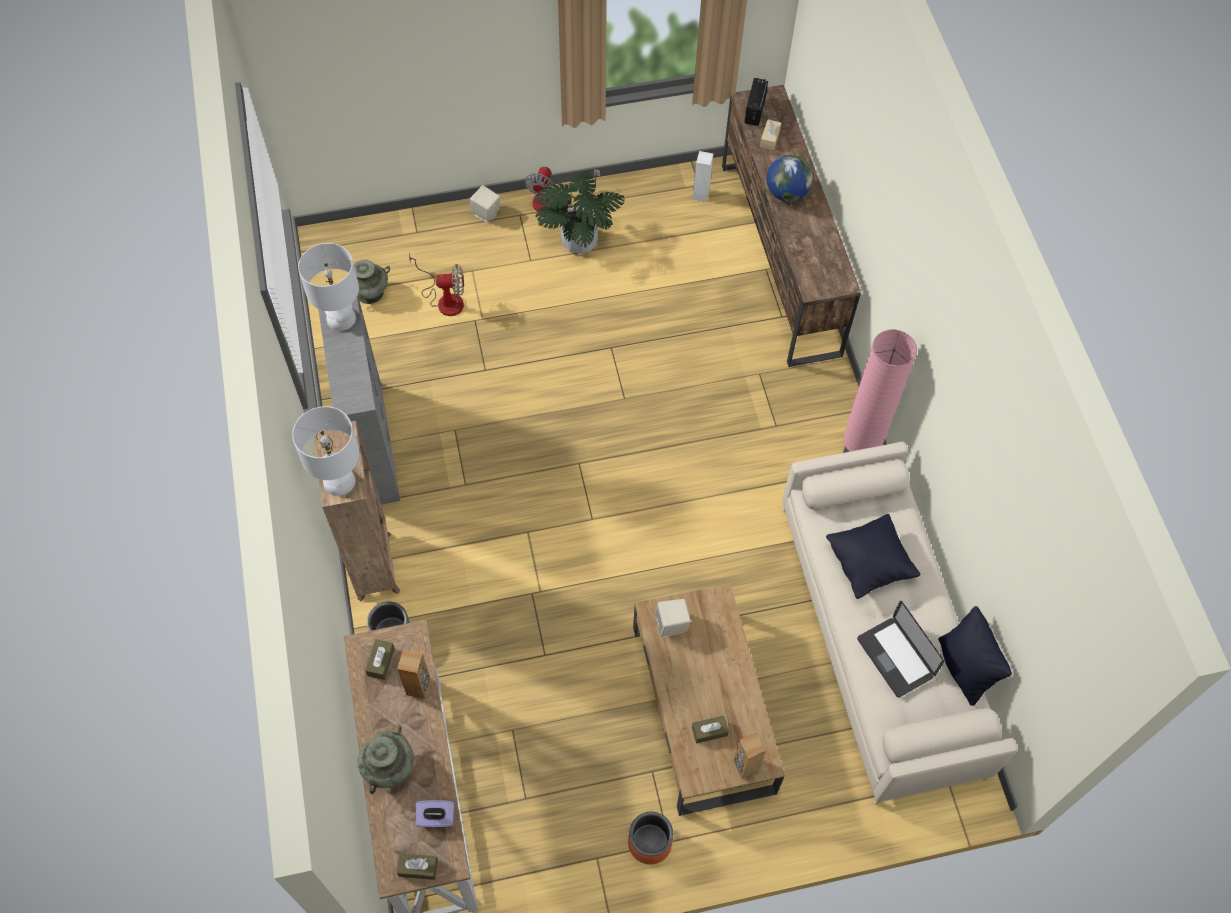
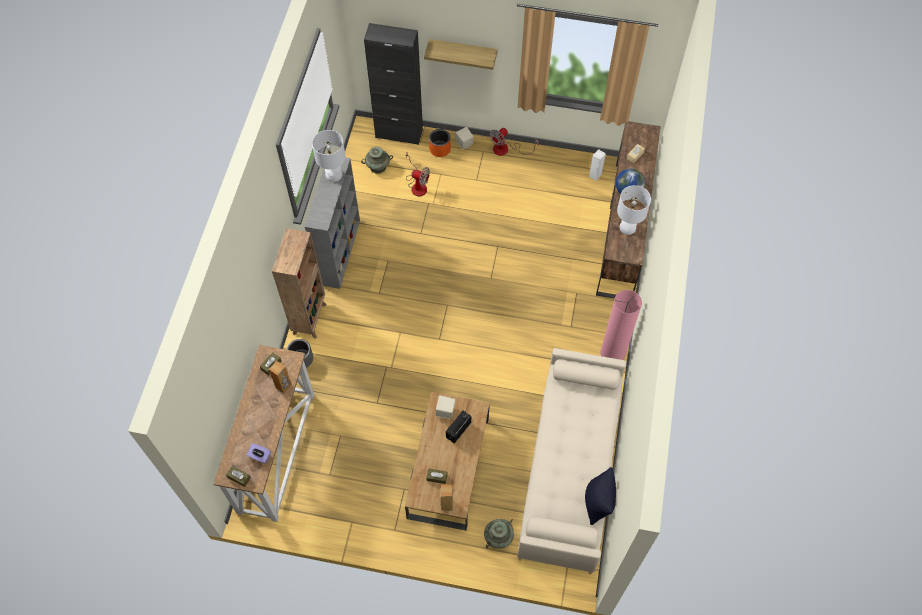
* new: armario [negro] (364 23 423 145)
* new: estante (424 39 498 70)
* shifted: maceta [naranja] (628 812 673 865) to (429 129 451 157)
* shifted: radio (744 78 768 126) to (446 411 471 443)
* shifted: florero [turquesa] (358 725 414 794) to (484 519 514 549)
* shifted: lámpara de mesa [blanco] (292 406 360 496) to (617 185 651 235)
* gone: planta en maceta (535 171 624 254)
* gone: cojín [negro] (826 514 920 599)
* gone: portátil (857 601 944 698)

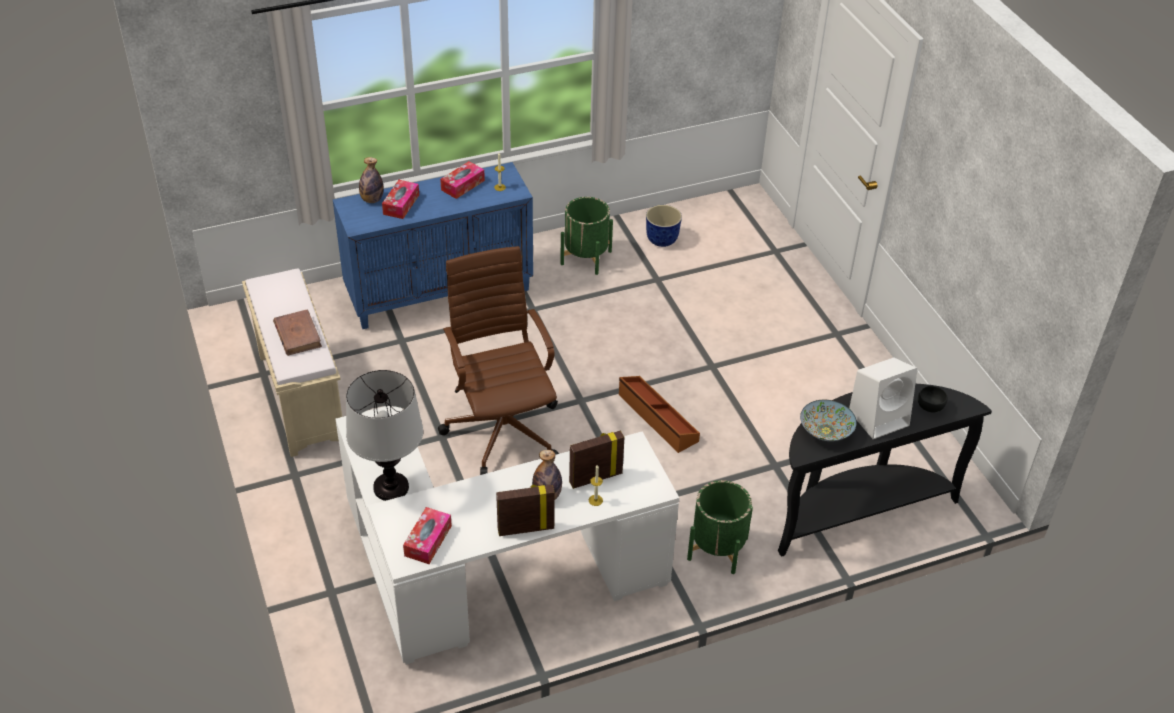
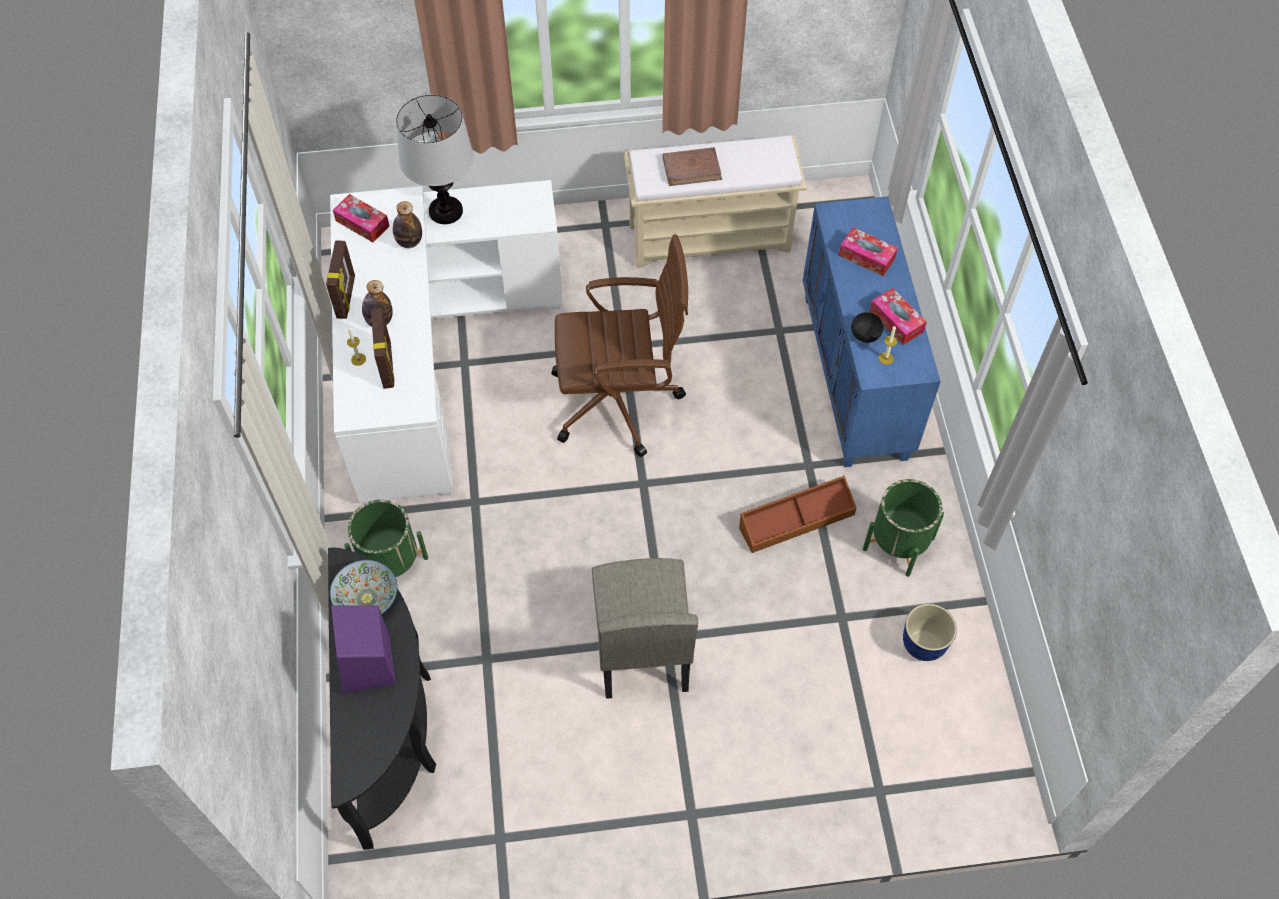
* repainted: altavoz [blanco] (849 357 917 439) to altavoz [morado] (331 606 396 695)
* shifted: botella (359 157 384 203) to (393 201 422 248)
* new: silla [beis] (592 558 698 699)
* shifted: caja de almacenaje [marrón] (619 376 700 453) to (739 475 856 553)
* shifted: cuenco [negro] (918 386 948 412) to (851 312 883 343)

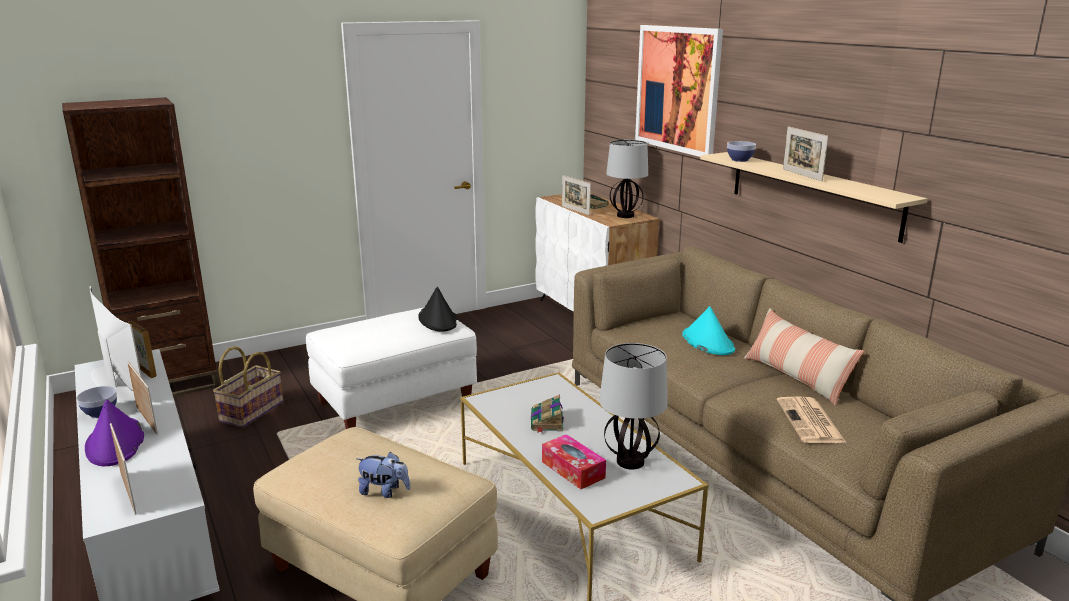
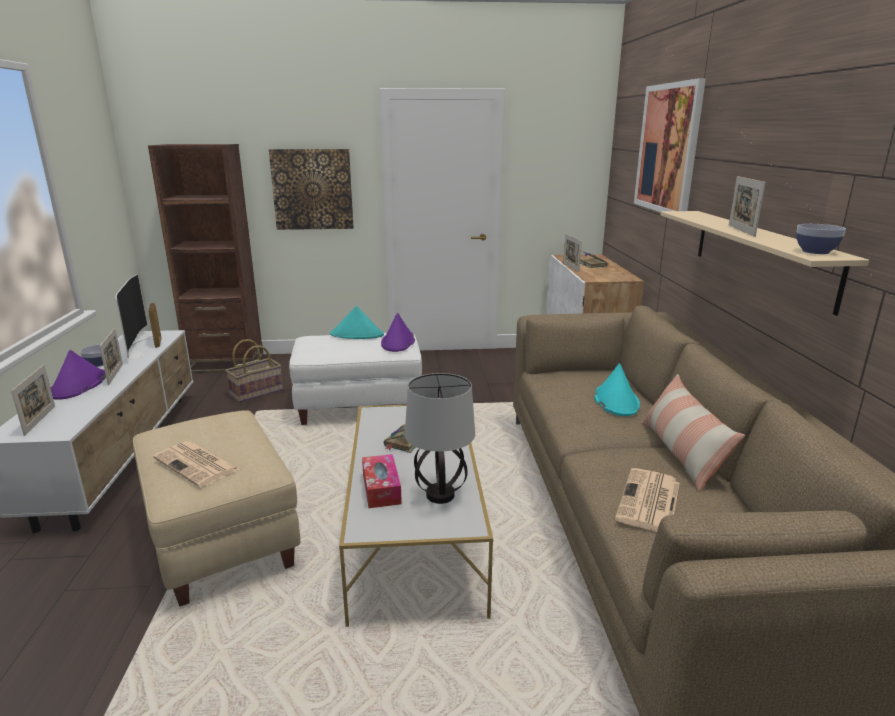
* swapped: peluche (356 452 410 498) to periódico (153 441 240 487)
* new: cuadro (269 149 354 230)
* new: sombrero [turquesa] (330 306 384 339)
* repainted: sombrero [negro] (418 287 457 332) to sombrero [morado] (381 313 415 352)
* shifted: cuenco (727 141 756 162) to (796 224 846 254)
* gone: lámpara de mesa (606 140 648 218)

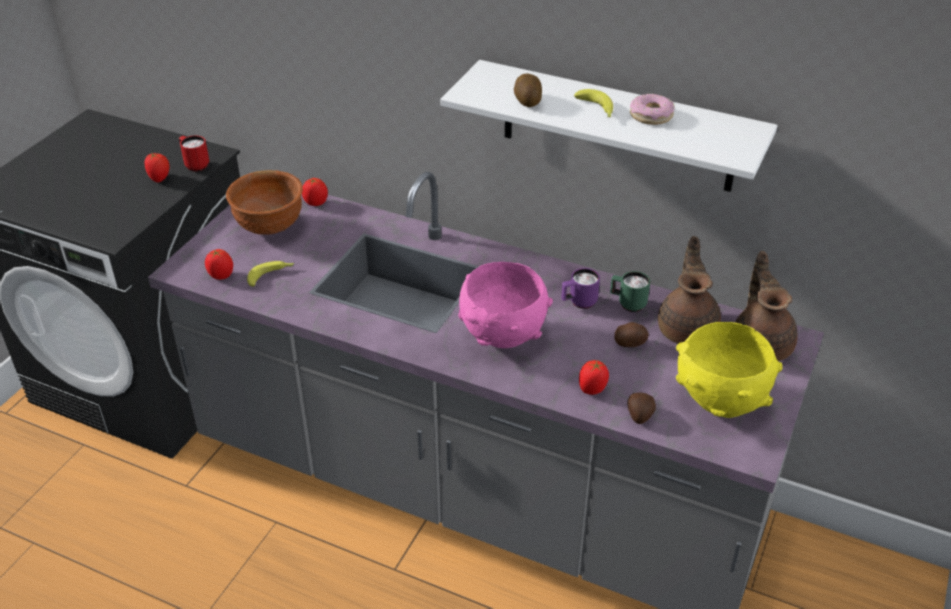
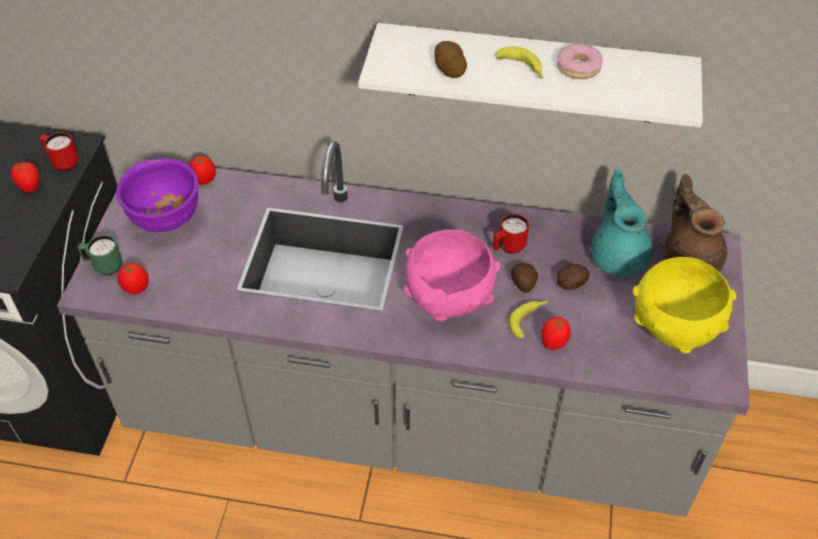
* shifted: taza grande [verde] (610 271 650 312) to (78 235 122 275)
* repainted: cuenco [marrón] (226 170 303 235) to cuenco [morado] (116 158 198 233)
* repainted: taza grande [morado] (561 268 600 309) to taza grande [rojo] (493 214 529 254)
* shifted: plátano (247 261 294 287) to (509 300 548 338)
* shifted: patata (627 393 656 424) to (511 263 538 293)
* repainted: tetera [marrón] (658 236 721 344) to tetera [turquesa] (591 169 653 277)

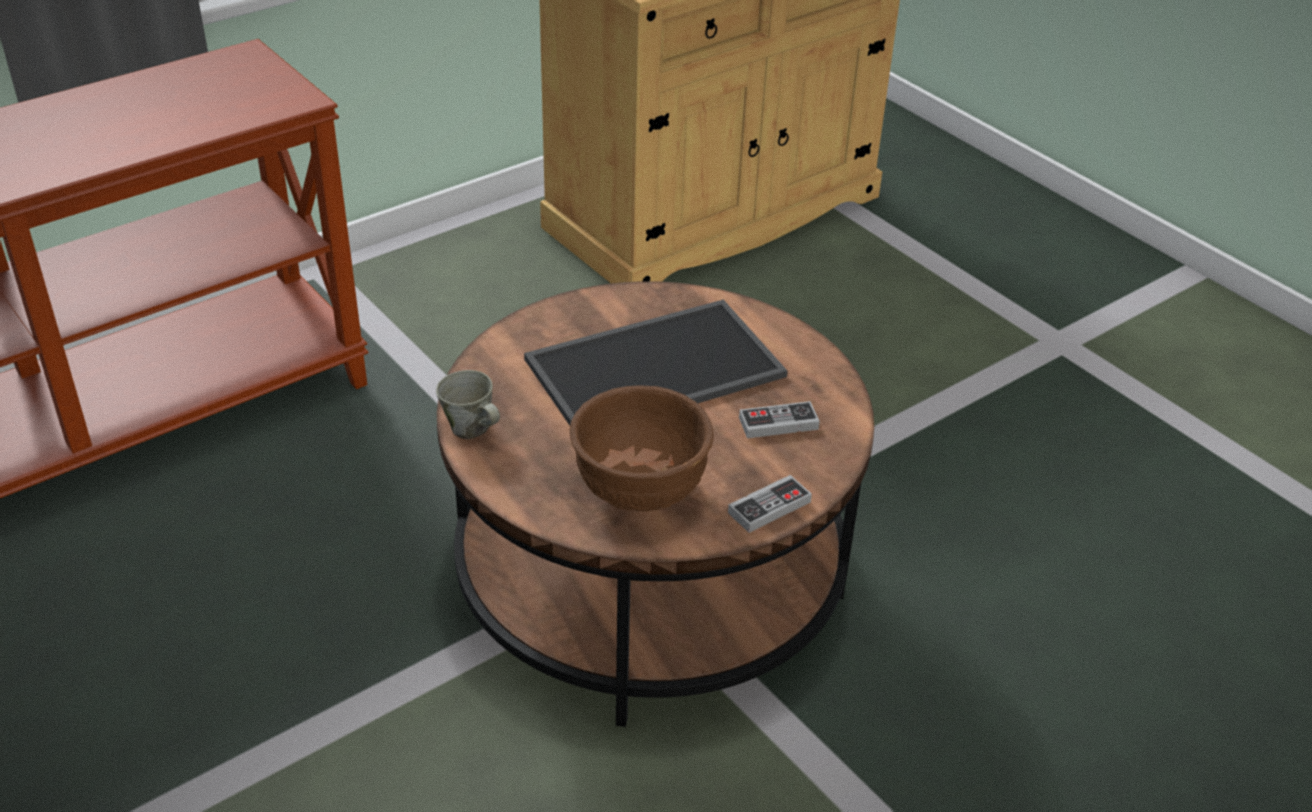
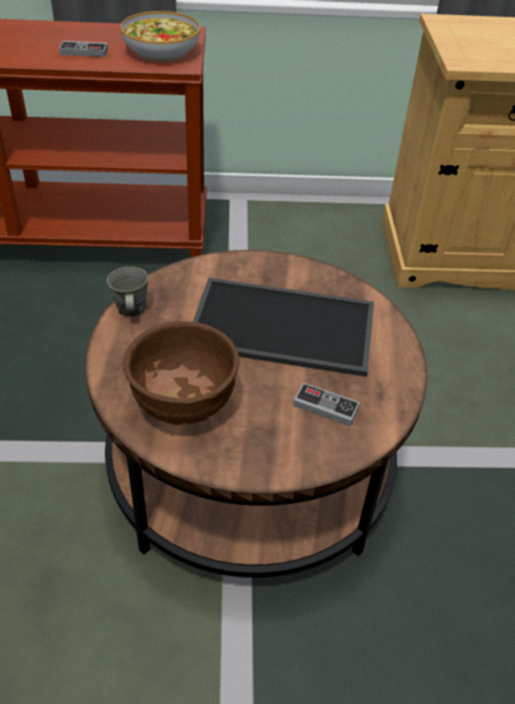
* shifted: mando de consola (728 475 812 533) to (59 41 108 57)
* new: cuenco (120 11 200 62)

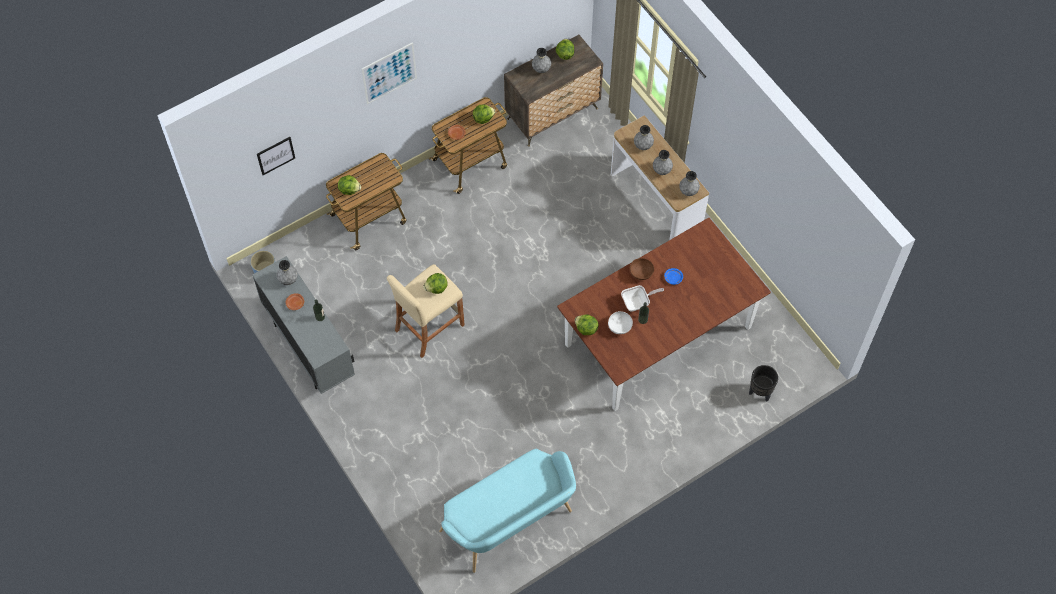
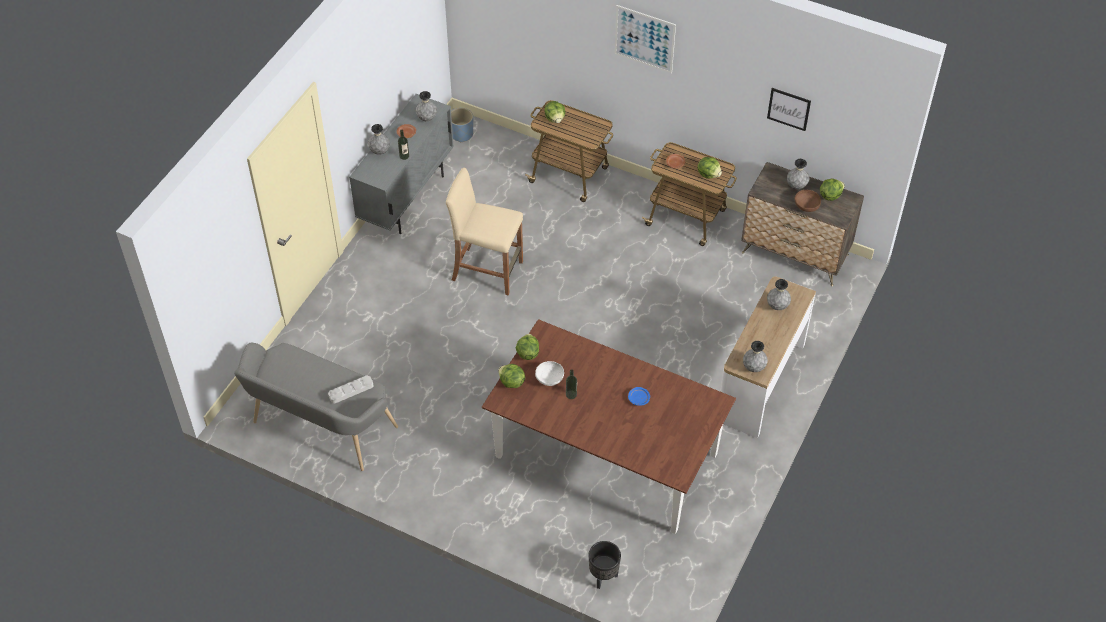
* repainted: banco [turquesa] (439 449 576 573) to banco [gris] (234 343 398 471)
* new: bandeja [gris] (328 375 373 403)
* shifted: florero [gris] (653 150 673 175) to (368 124 390 155)
* shifted: lechuga (423 273 448 294) to (498 364 525 388)
* shifted: cuadro (257 137 295 175) to (767 88 811 131)
* shifted: cuenco [marrón] (629 258 654 280) to (795 190 821 212)
* gone: sartén (621 285 664 312)

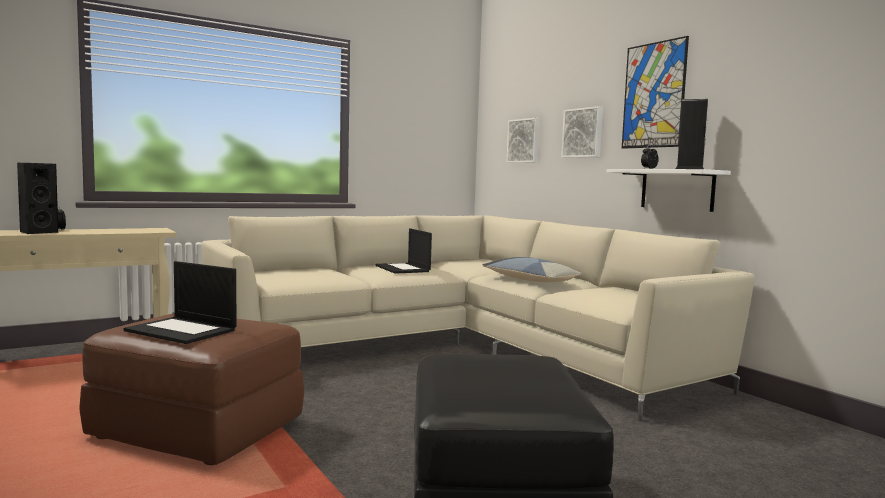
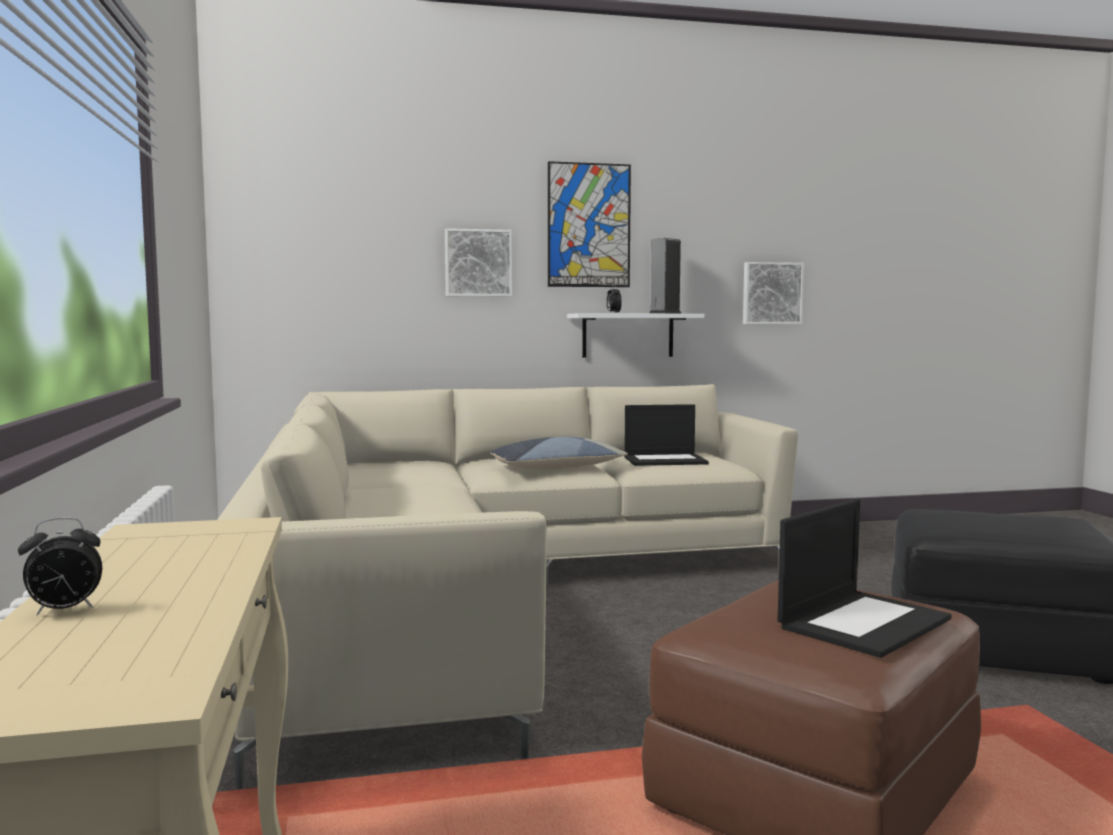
* shifted: portátil (375 228 432 274) to (624 404 709 466)
* shifted: cuadro (507 118 540 163) to (743 262 804 324)
* gone: altavoz [negro] (17 163 58 234)

